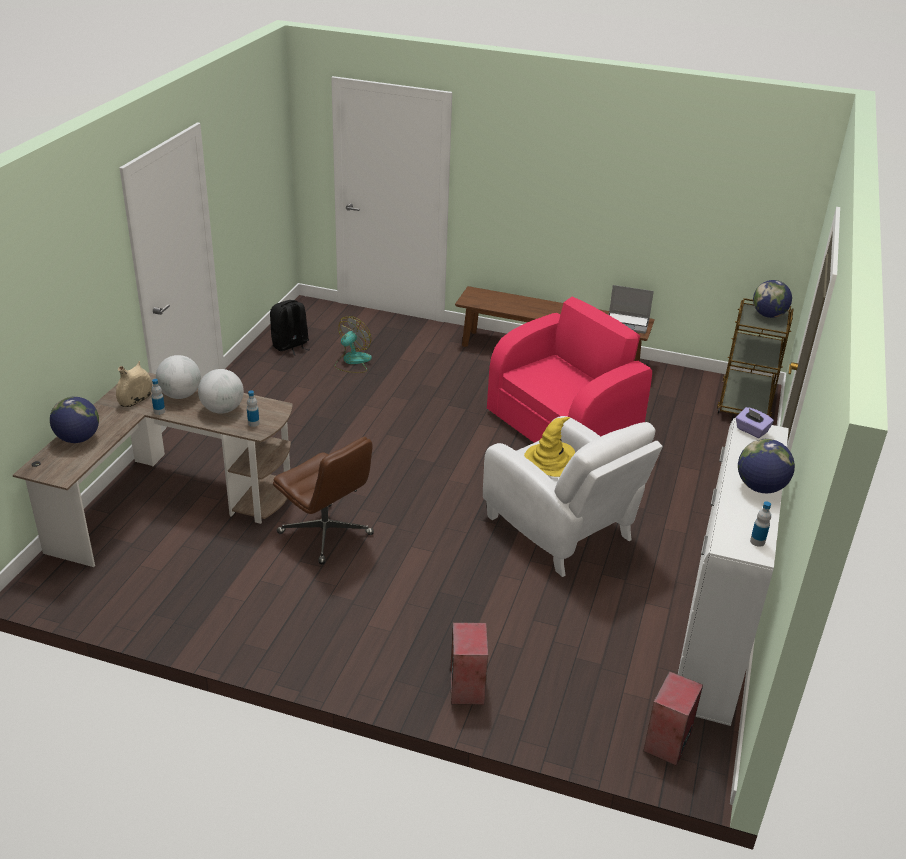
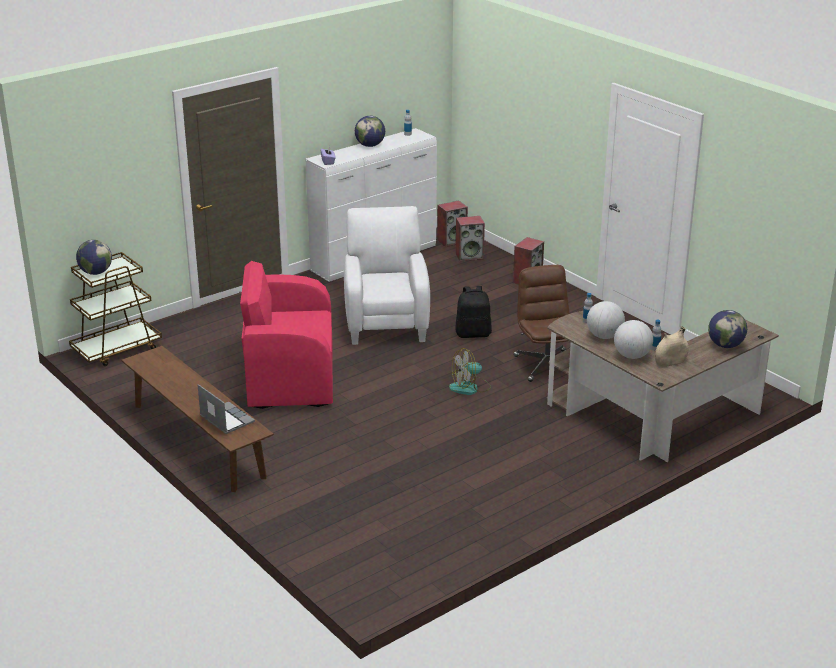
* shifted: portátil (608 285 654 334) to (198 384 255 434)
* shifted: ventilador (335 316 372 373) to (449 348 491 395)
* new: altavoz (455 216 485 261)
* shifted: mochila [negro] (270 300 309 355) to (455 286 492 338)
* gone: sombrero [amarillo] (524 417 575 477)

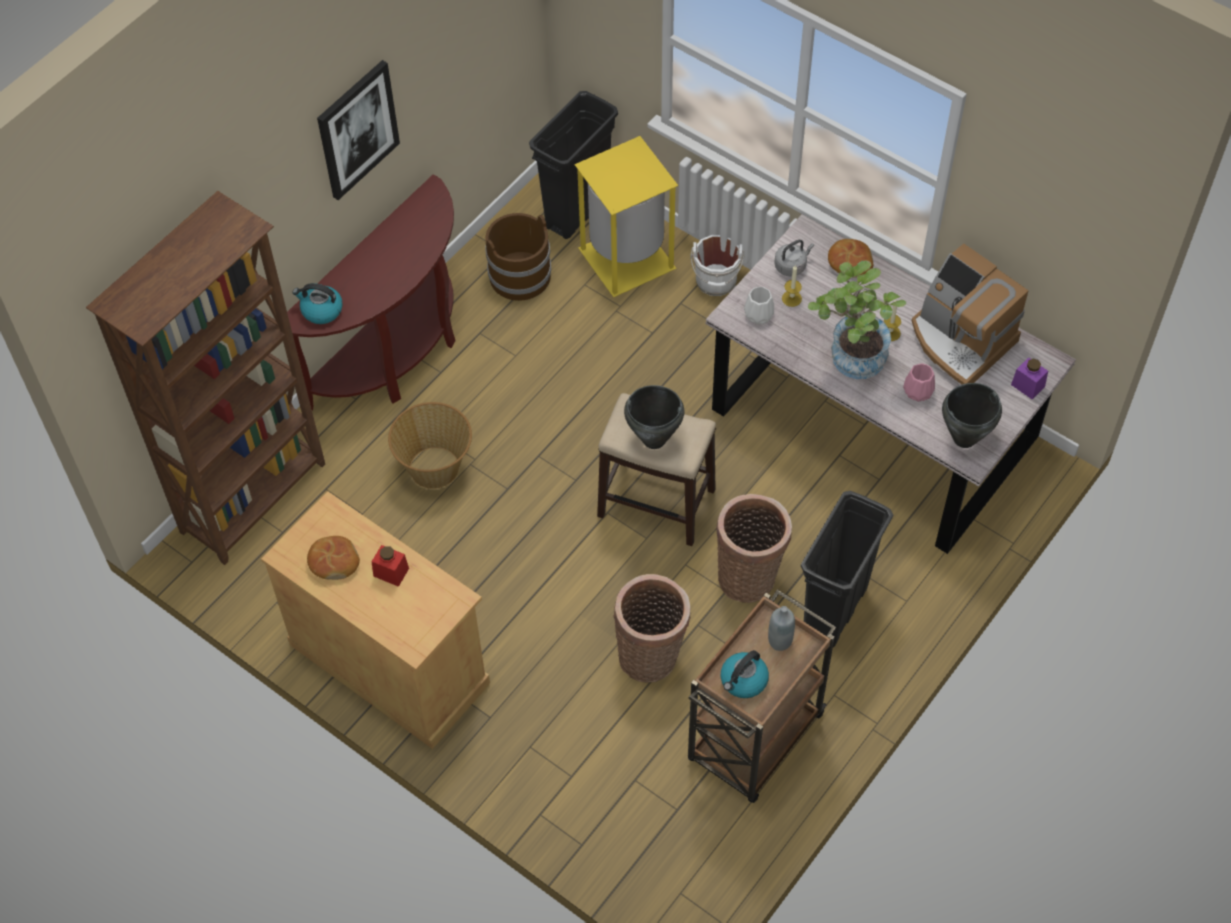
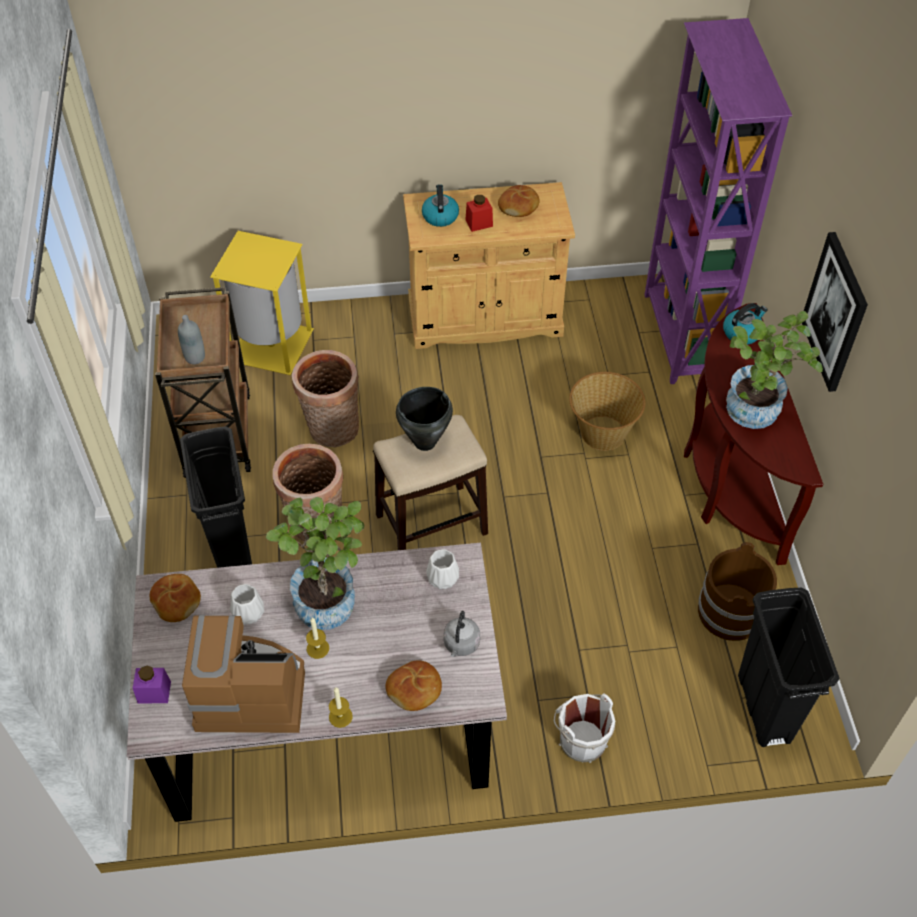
* swapped: olla [negro] (942 383 1002 448) to pan (150 574 201 622)
* shifted: papelera [amarillo] (574 136 678 297) to (210 231 314 375)
* repainted: florero [rosa] (903 363 935 402) to florero [blanco] (230 584 264 625)
* shifted: vela (782 265 802 307) to (329 687 353 728)
* shifted: hervidor (721 650 769 698) to (422 185 459 227)
* repainted: estantería [marrón] (86 191 325 565) to estantería [morado] (645 18 792 384)
* new: planta en maceta (726 311 823 429)

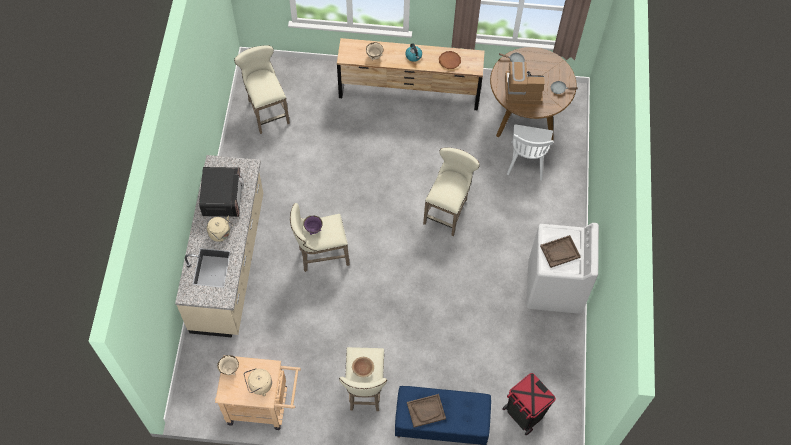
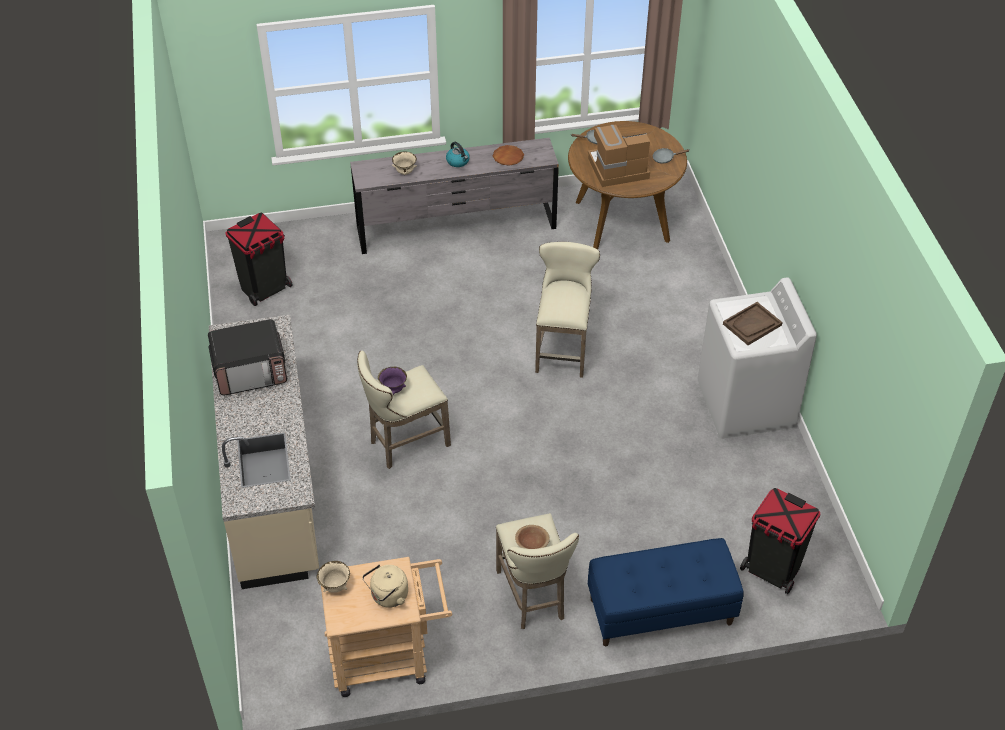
* rotated: microondas (199 167 244 217) = (208 319 287 395) 90 degrees clockwise
* swapped: taburete [beis] (234 45 290 134) to papelera [negro] (225 213 293 306)
* repainted: cómoda [marrón] (337 38 485 110) to cómoda [gris] (350 138 559 254)
* gone: hervidor [beis] (207 216 233 242)
* gone: bandeja [marrón] (407 394 446 428)
* gone: silla [blanco] (507 124 553 181)

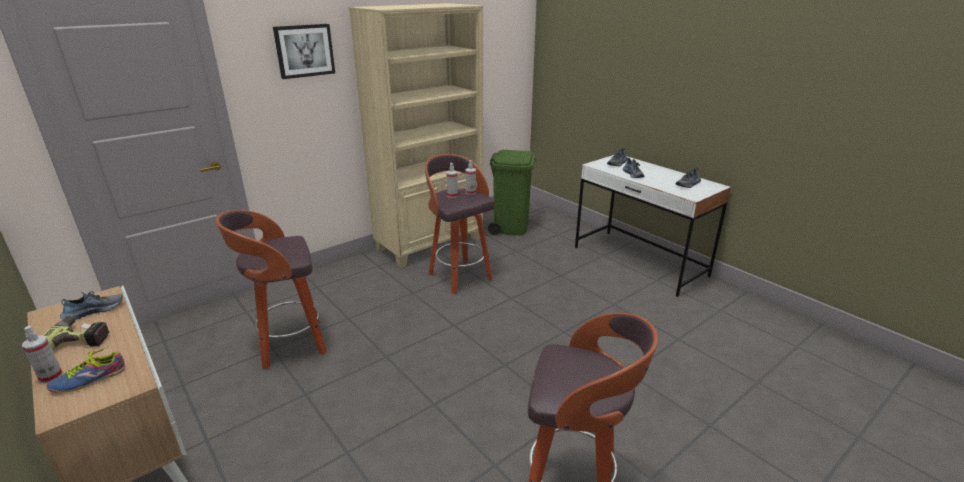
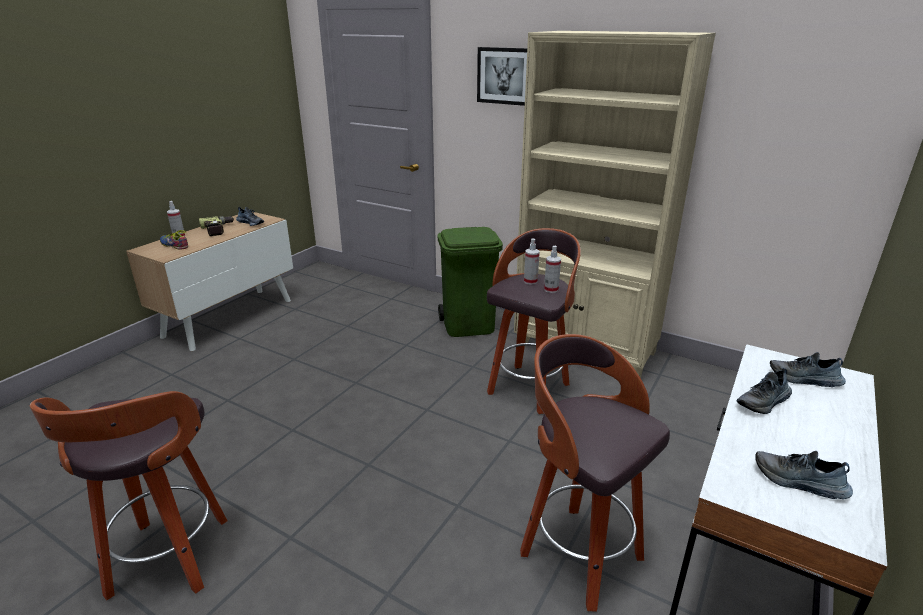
* shifted: papelera [verde] (488 150 536 235) to (437 227 503 337)
* shifted: taburete (216 210 327 369) to (520 334 670 612)

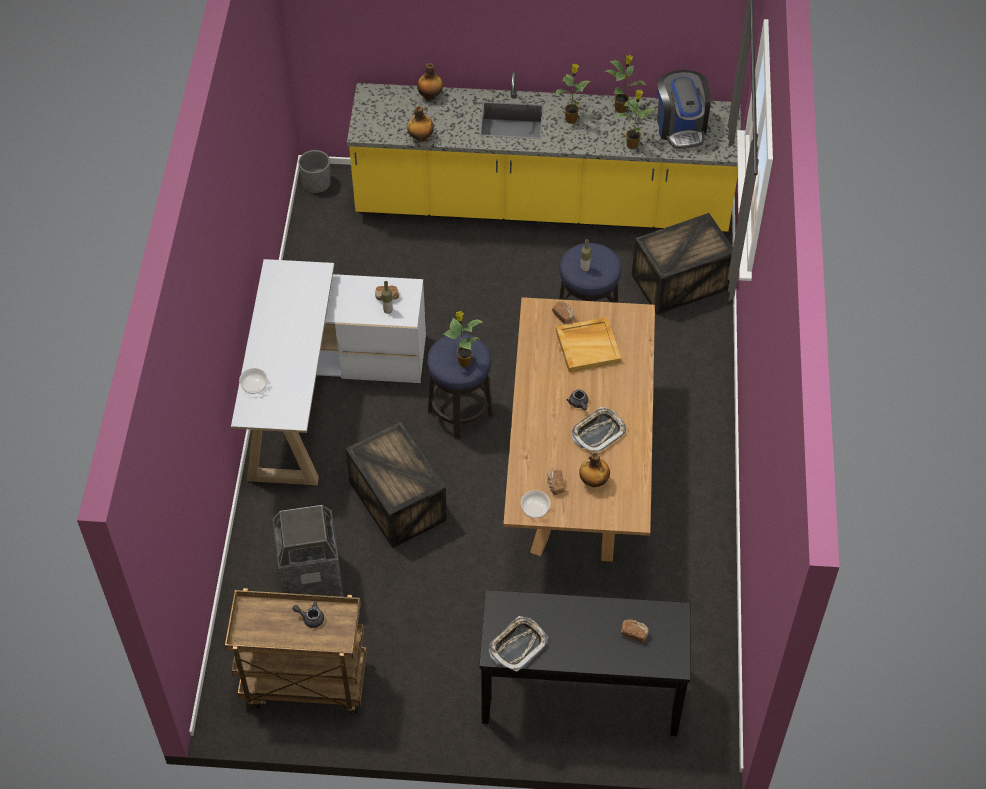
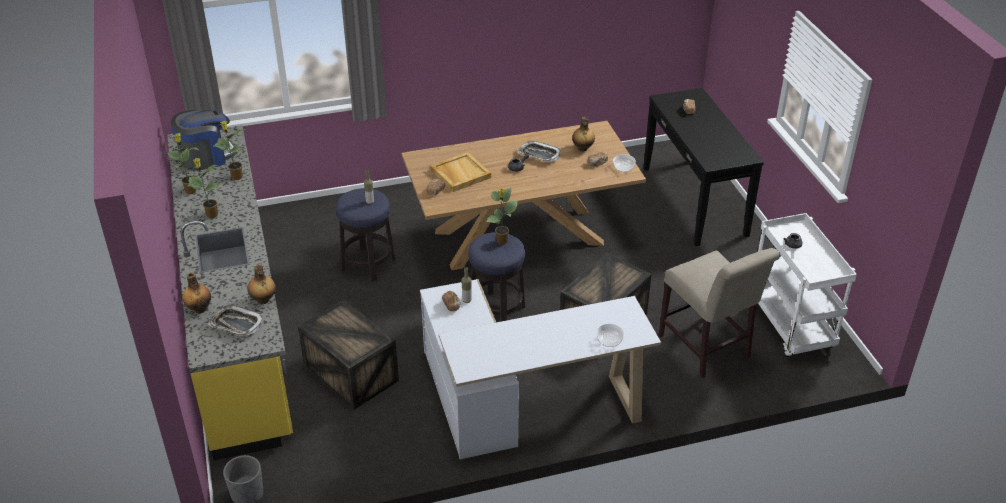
* shifted: bandeja (489 616 548 672) to (209 305 263 336)
* shifted: caja de embalaje (632 213 733 315) to (298 300 399 410)
* swapped: papelera (273 505 343 597) to silla [beis] (659 248 780 378)
* repainted: carrito [marrón] (225 588 367 714) to carrito [blanco] (758 213 857 357)

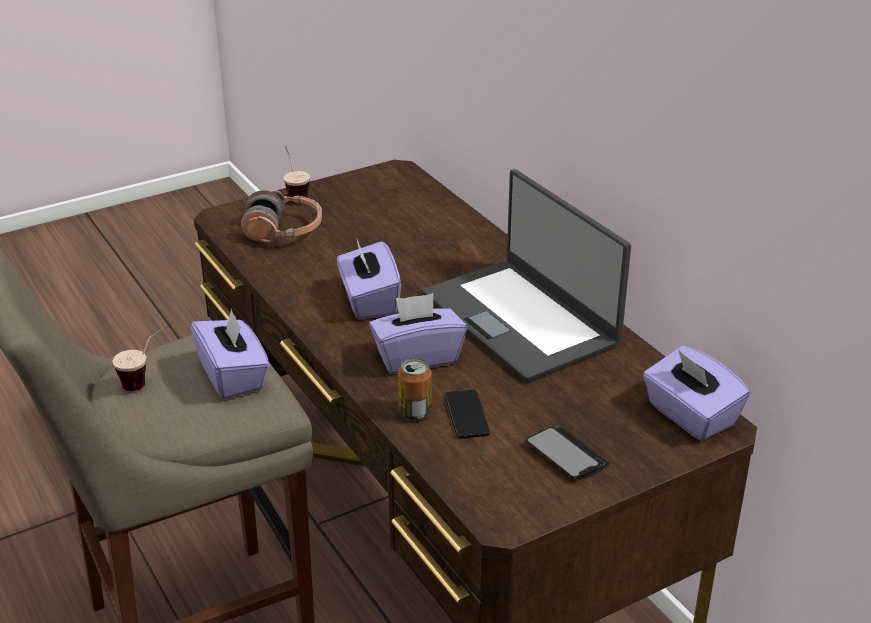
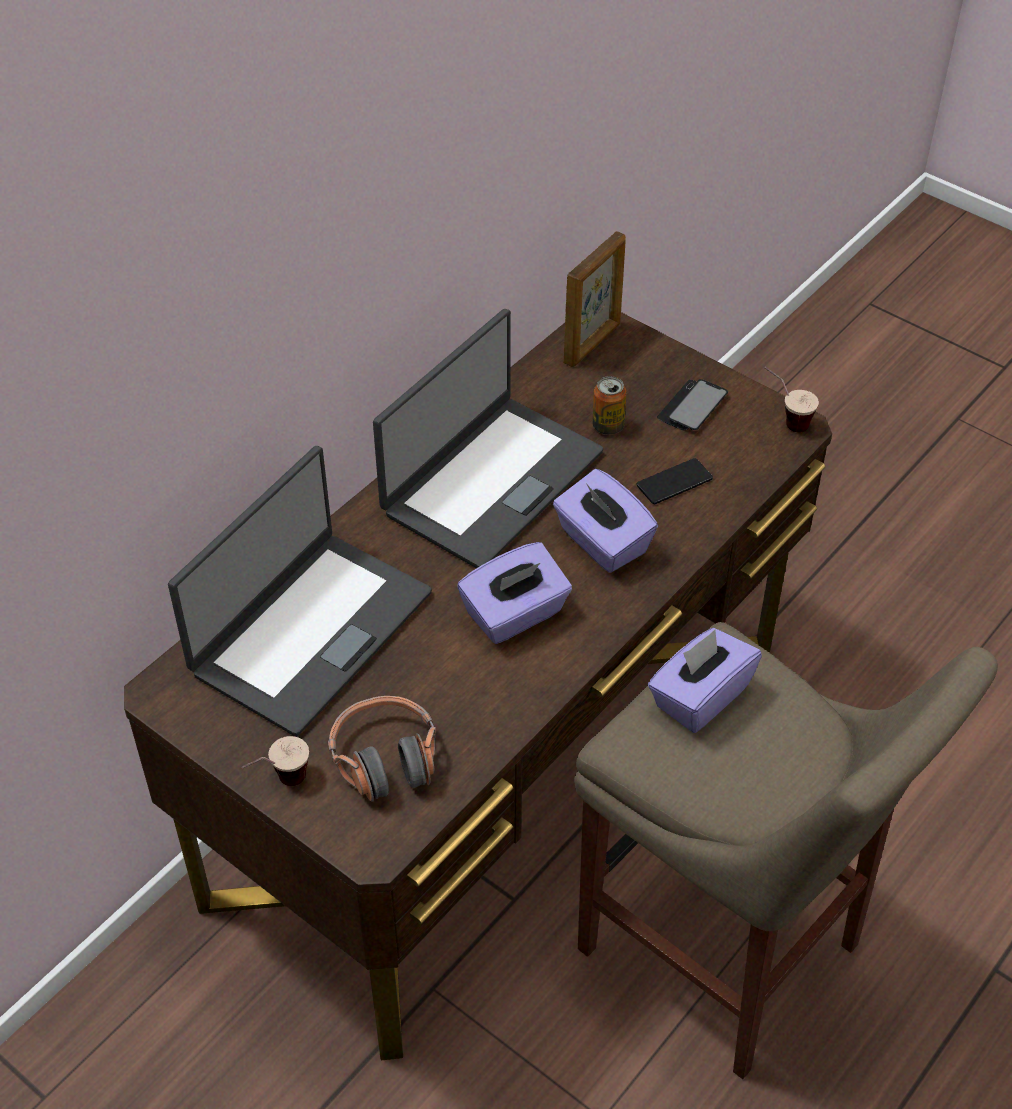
* new: portátil (168 446 432 737)
* swapped: caja de pañuelos [morado] (643 345 750 441) to portarretratos (563 231 626 367)
* shifted: lata (398 358 432 420) to (592 376 626 435)
* shifted: taza (112 326 168 391) to (765 367 819 432)

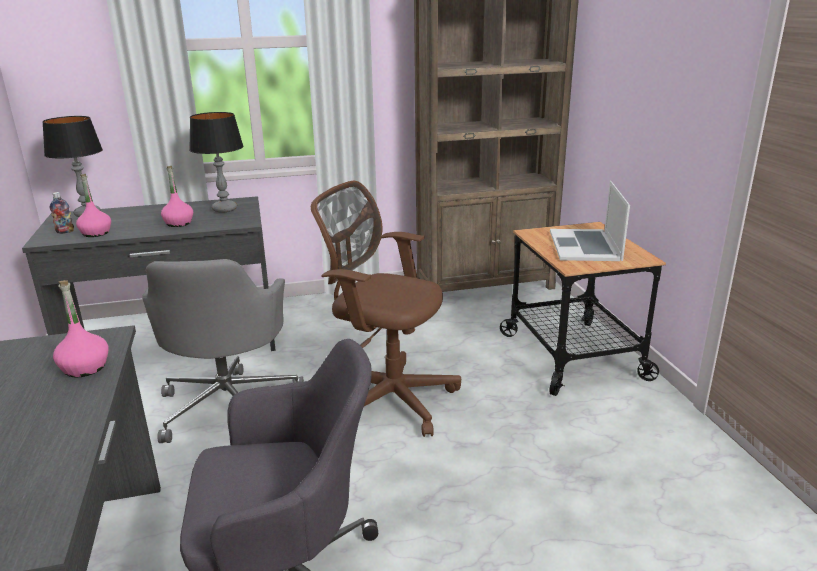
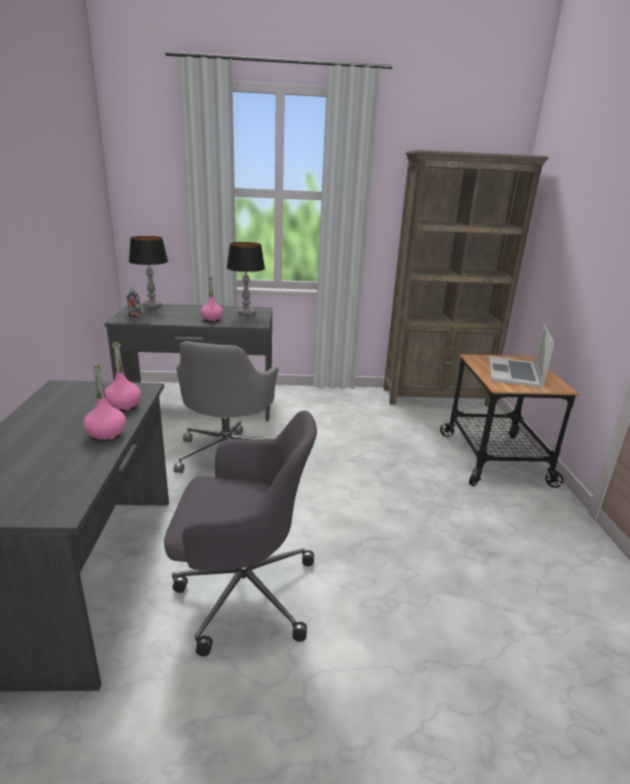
* shifted: botella [rosa] (76 174 111 237) to (83 364 126 441)
* gone: silla de oficina [marrón] (311 181 461 437)

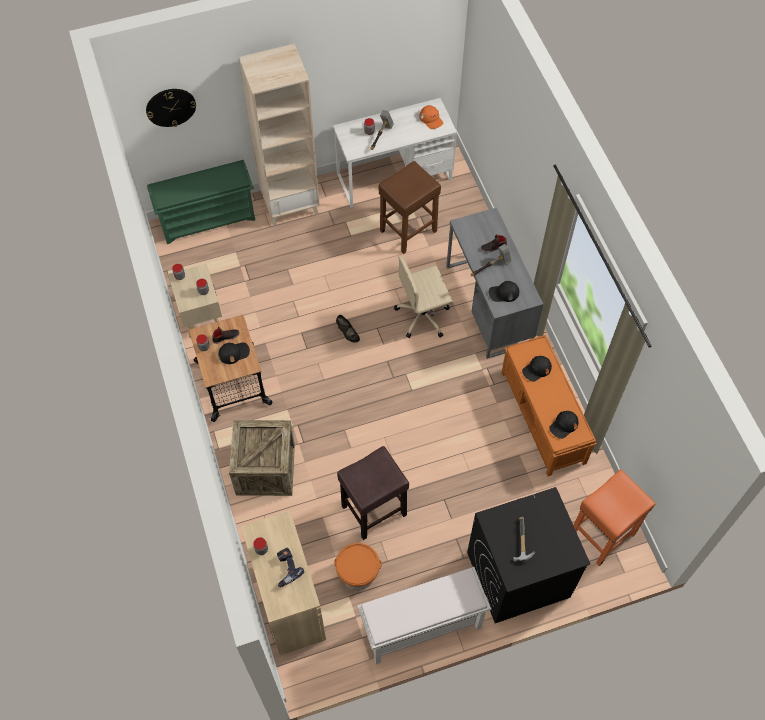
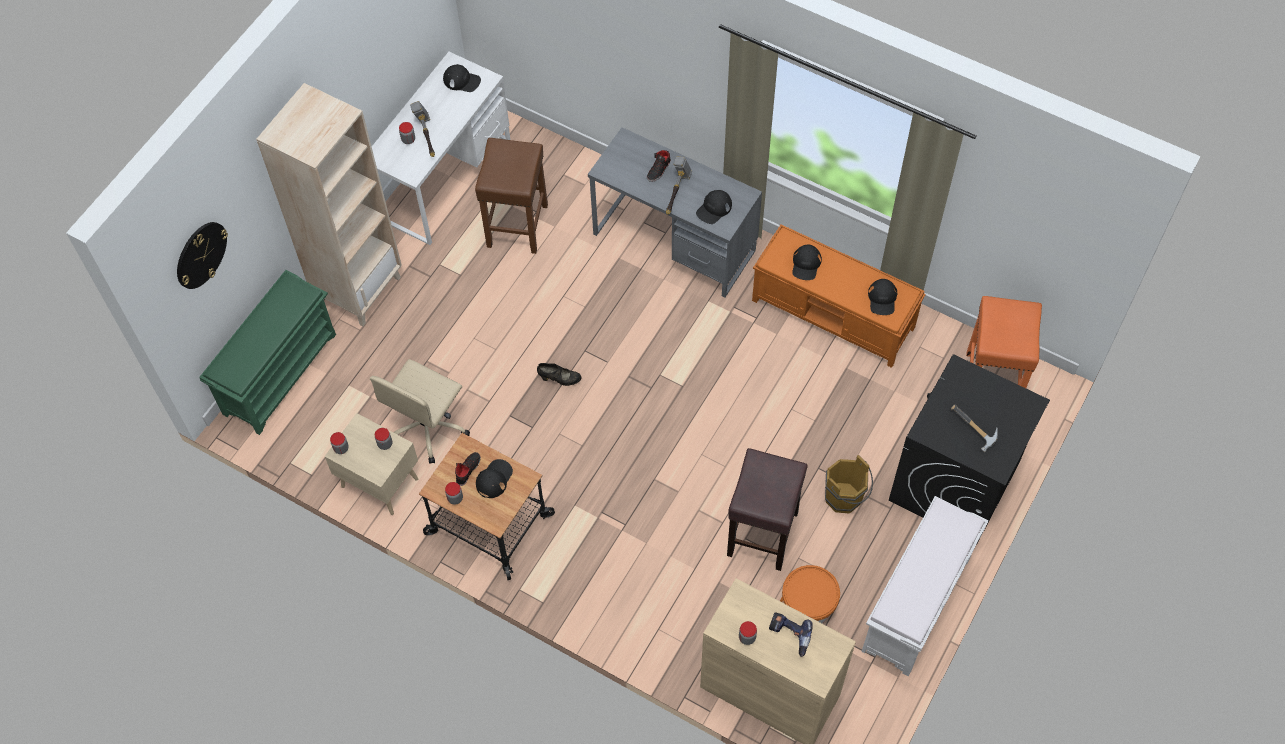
* shifted: silla de oficina [beis] (394 256 453 338) to (370 359 470 464)
* repainted: gorra [naranja] (419 105 443 129) to gorra [negro] (443 64 481 92)
* new: cubo [marrón] (825 455 873 513)
* gone: caja de embalaje (229 420 295 496)

